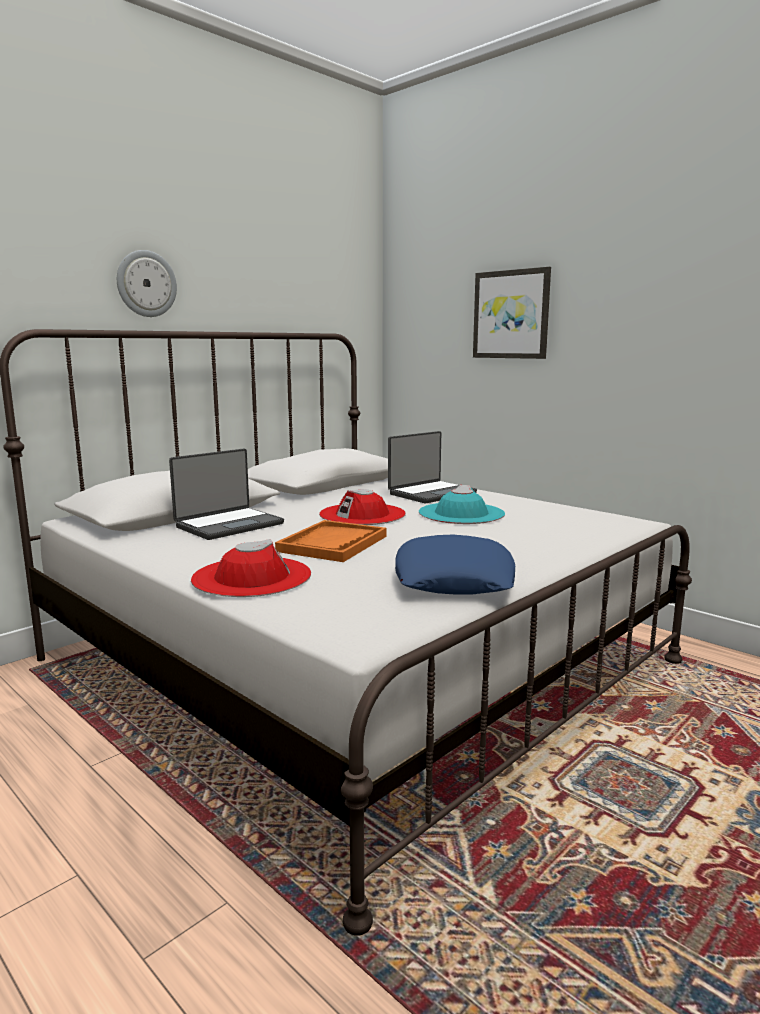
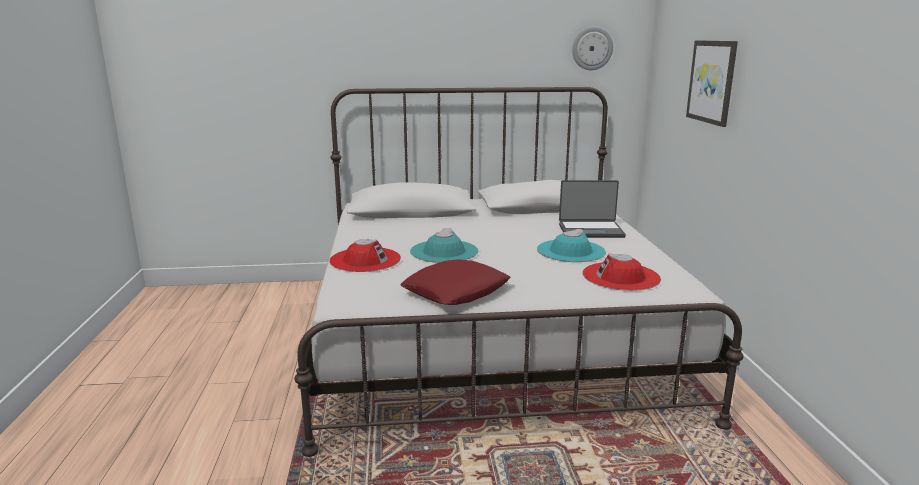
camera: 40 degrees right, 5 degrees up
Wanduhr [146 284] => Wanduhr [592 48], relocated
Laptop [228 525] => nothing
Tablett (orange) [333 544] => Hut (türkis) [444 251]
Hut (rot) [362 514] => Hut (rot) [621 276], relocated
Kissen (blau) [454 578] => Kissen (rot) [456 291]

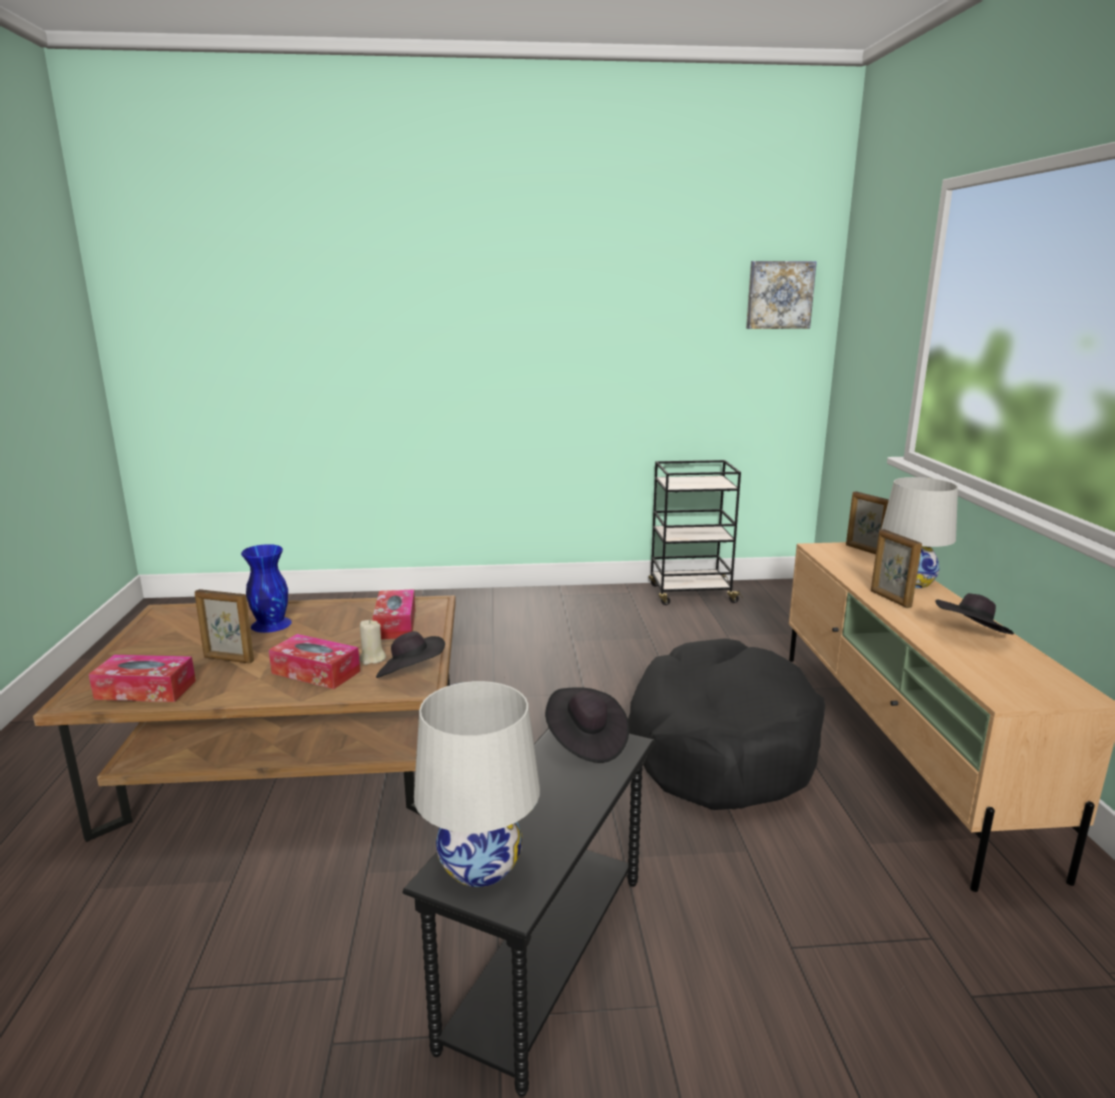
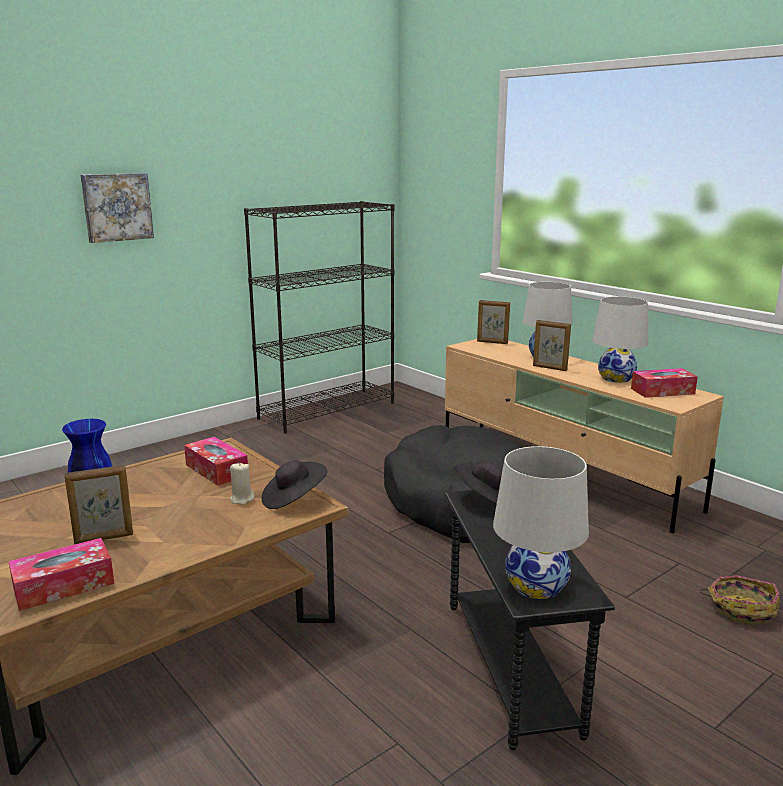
camera: 35 degrees left, 0 degrees up
Taschentuchbox [316 672] => Taschentuchbox [662 391], relocated
Rollwagen (schwarz) [690 594] => Bücherregal (schwarz) [327 410]
Bild [779 295] => Bild [117 207], relocated
Hut (schwarz) [970 635] => Tischlampe (weiß) [616 378]
nothing => Korb [741 608]

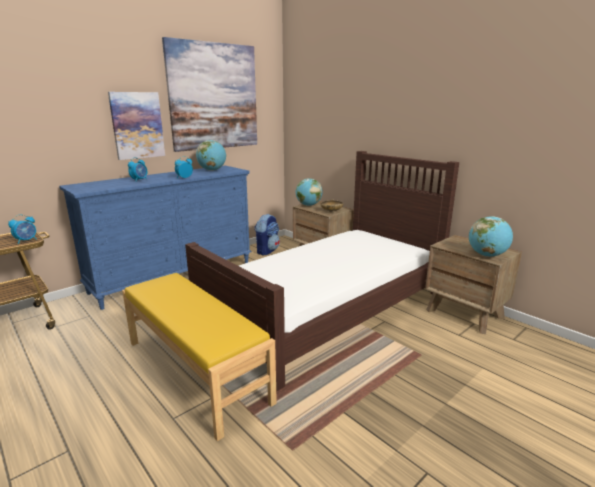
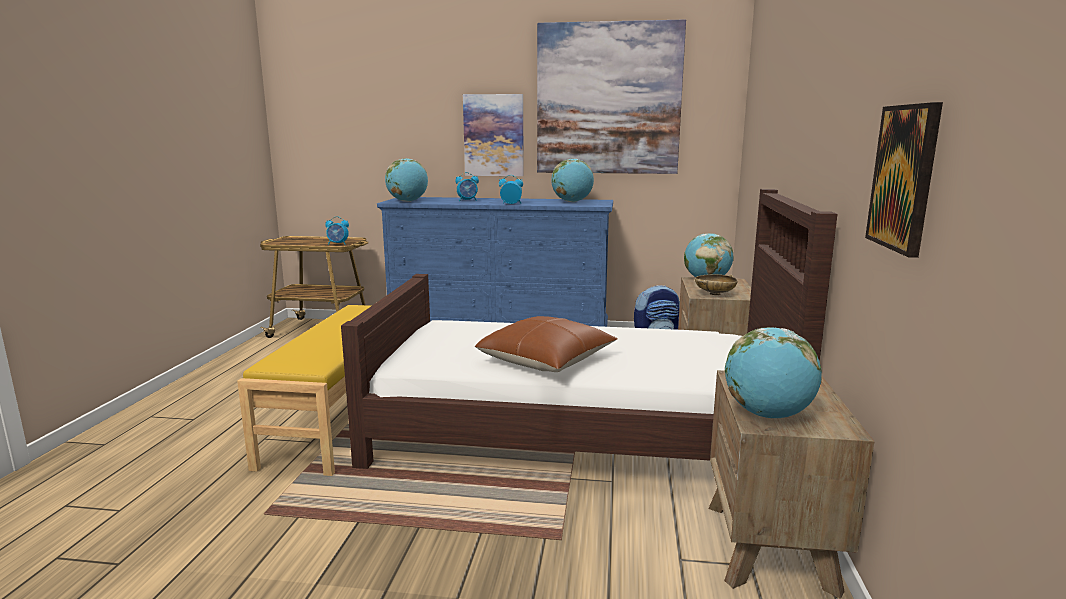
camera: 50 degrees right, 5 degrees down
nothing => Globus [407 201]
nothing => Kissen (braun) [547 360]
nothing => Bild [904 177]

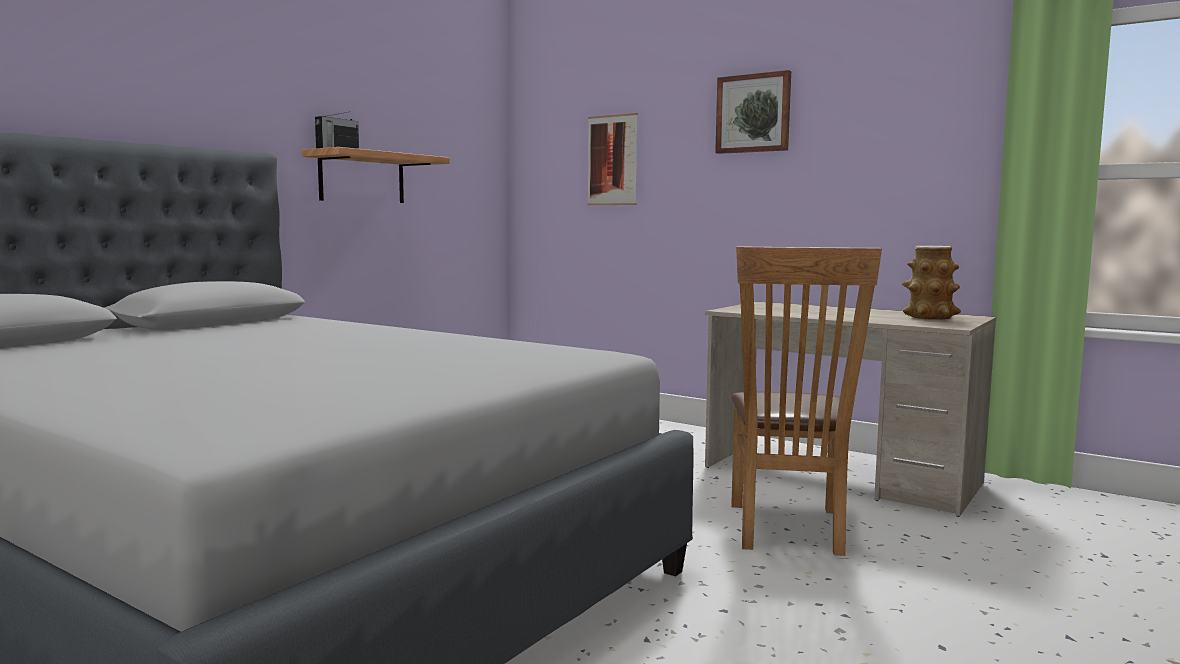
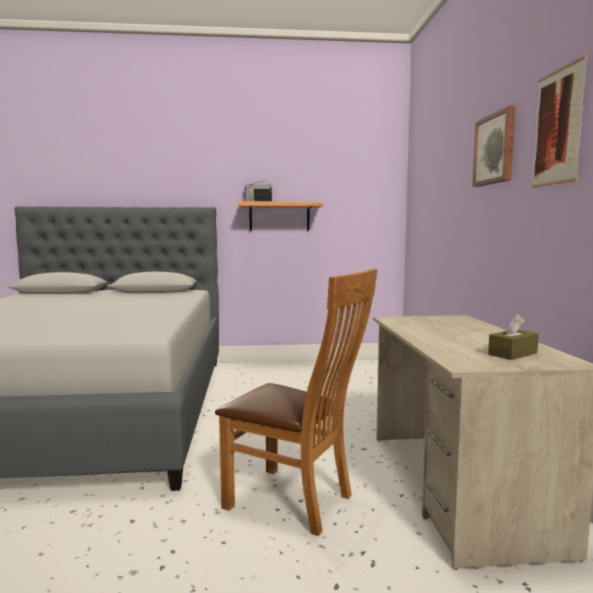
camera: 50 degrees right, 0 degrees up
Bild [612 160] => Bild [558 127], relocated
Stuhl (braun) [788 531] => Stuhl (braun) [296 502], 120 degrees counterclockwise
Vase [929 317] => Taschentuchbox (braun) [512 353]

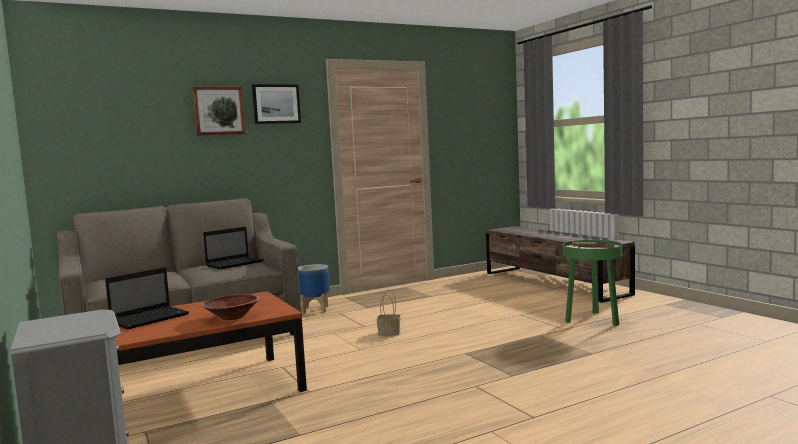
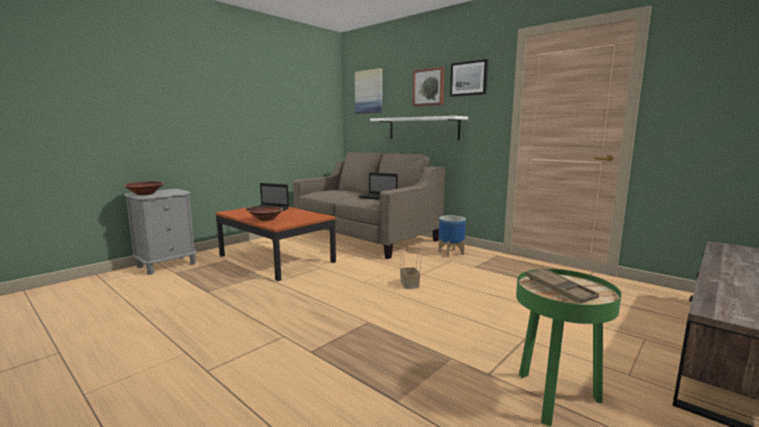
camera: 70 degrees right, 5 degrees up
nothing => Schüssel (braun) [145 194]
nothing => Bild [369 92]
nothing => Wandregal (weiß) [423 128]

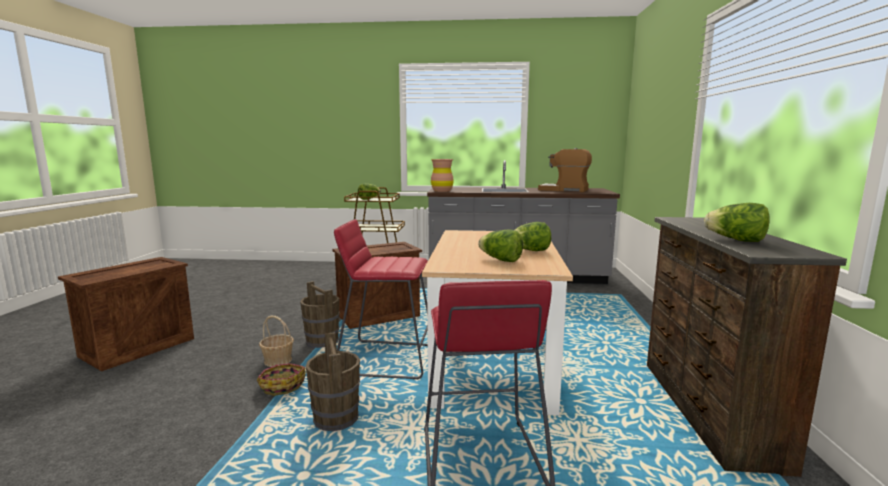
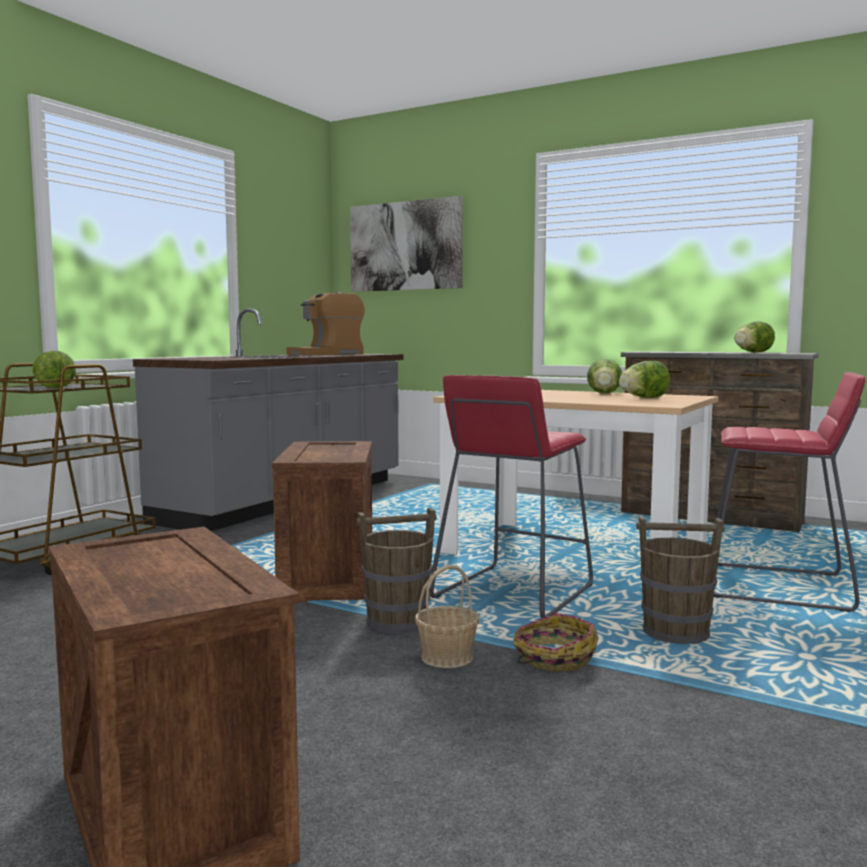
camera: 65 degrees left, 5 degrees down
Vase (braun) [442 191] => nothing
nothing => Bild [405 246]

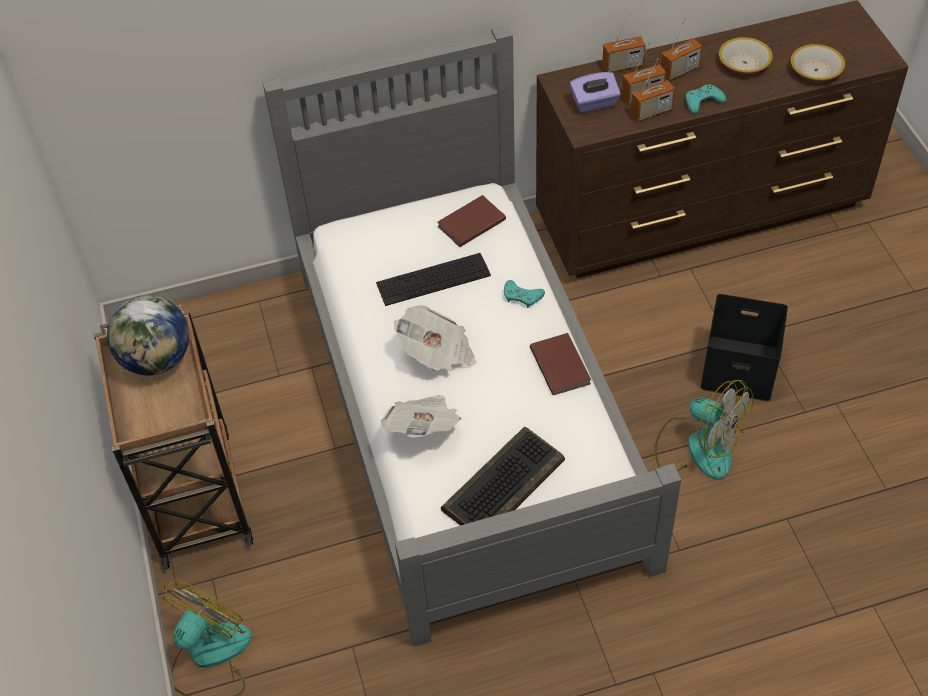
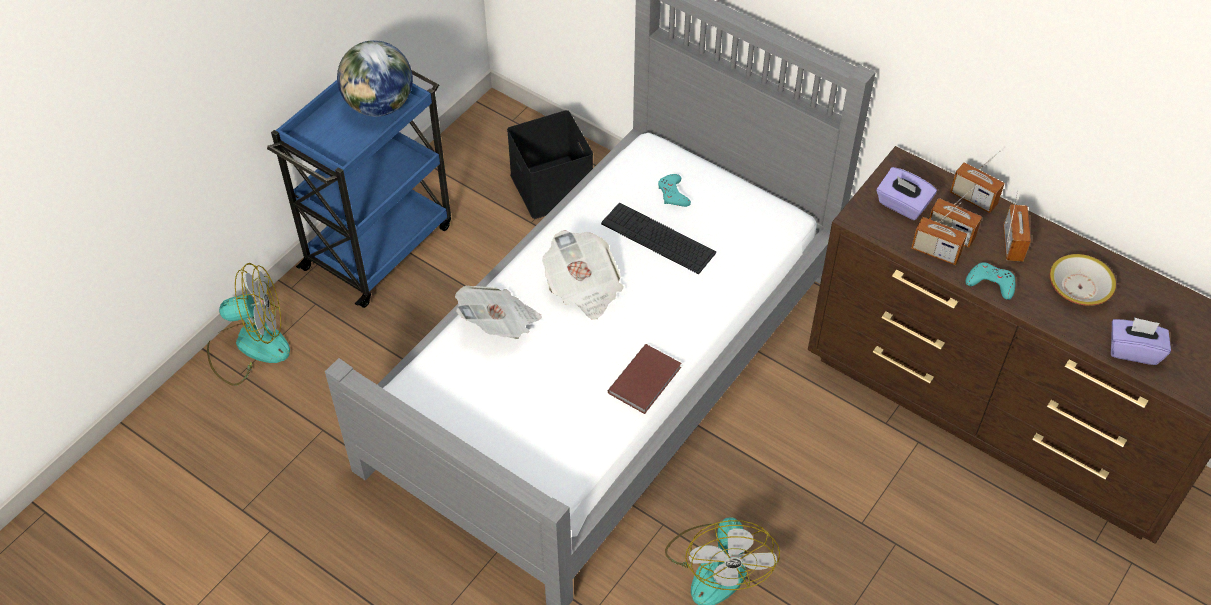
camera: 50 degrees right, 0 degrees up
Rollwagen (braun) [196 495] => Rollwagen (blau) [380 245]
Buch (braun) [470 223] => nothing
Tastatur [503 483] => nothing
Gamepad (türkis) [522 296] => Gamepad (türkis) [673 194], relocated
Radio [679 71] => Radio [1013 244], 105 degrees counterclockwise
Aufbewahrungsbox (schwarz) [741 367] => Aufbewahrungsbox (schwarz) [553 187], relocated
Schüssel [815 70] => Taschentuchbox (lila) [1133 350]

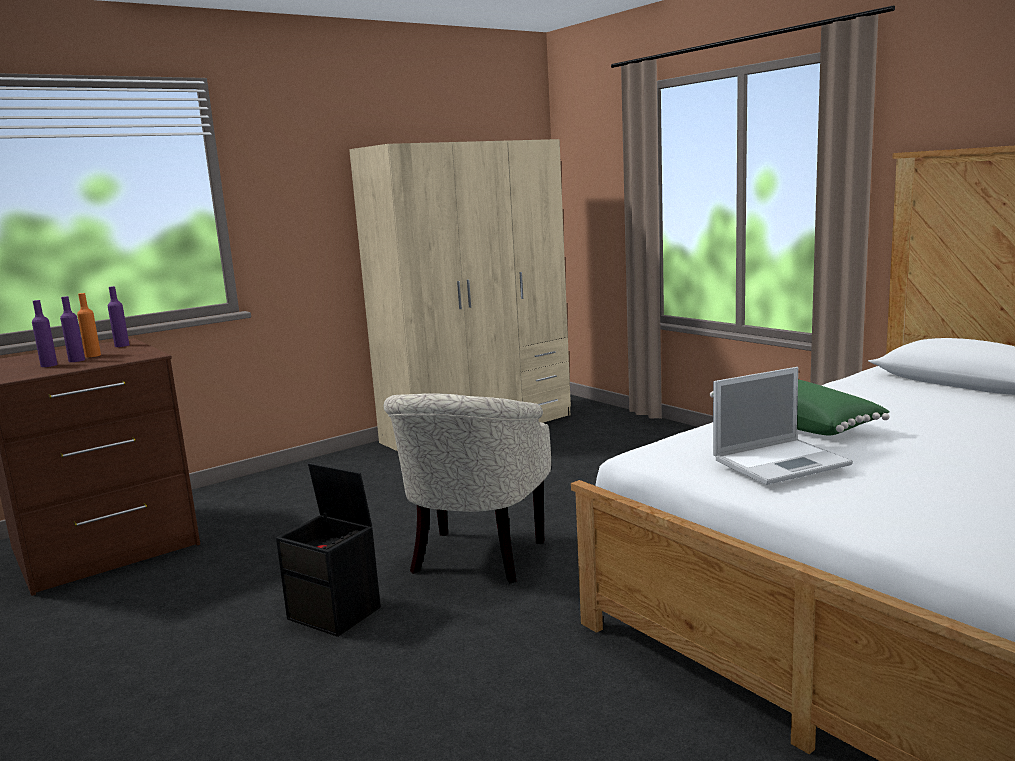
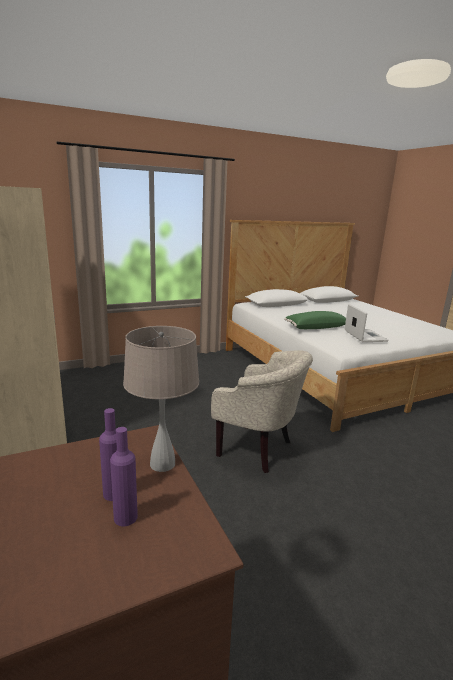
camera: 80 degrees left, 5 degrees up
Flasche (orange) [93 355] => nothing
Flasche (lila) [122 345] => nothing
Aufbewahrungsbox (schwarz) [336 613] => nothing
nothing => Tischlampe (beige) [163 464]

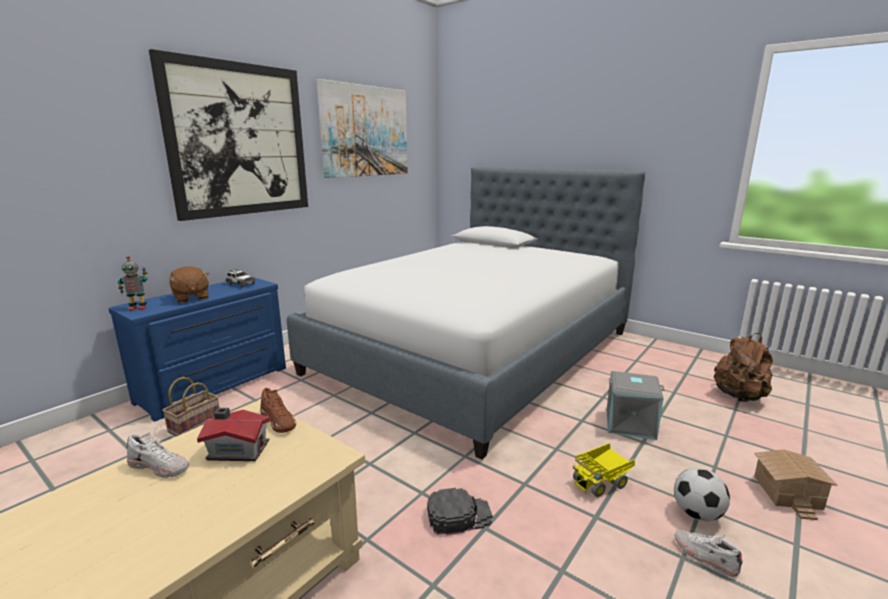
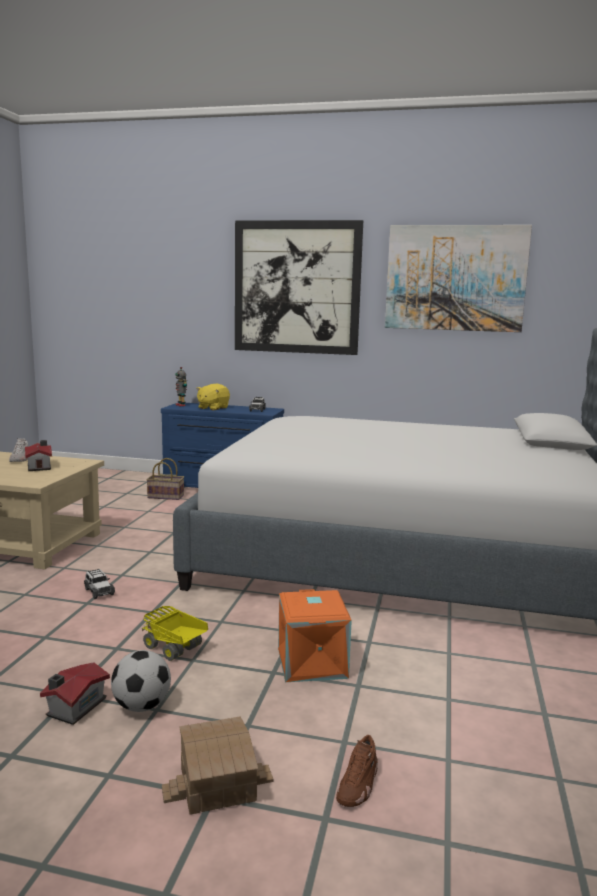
camera: 65 degrees right, 5 degrees down
Plüschtier (braun) [191 298] => Plüschtier (gelb) [213 408]
Schuh (braun) [279 421] => Schuh (braun) [358 785], relocated
Kappe (schwarz) [459 515] => Spielzeugauto [98 591]
Aufbewahrungsbox (grau) [630 423] => Aufbewahrungsbox (orange) [313 663]
Schuh (weiß) [704 556] => Spielzeughaus [74 707]
Rucksack (braun) [739 396] => nothing

